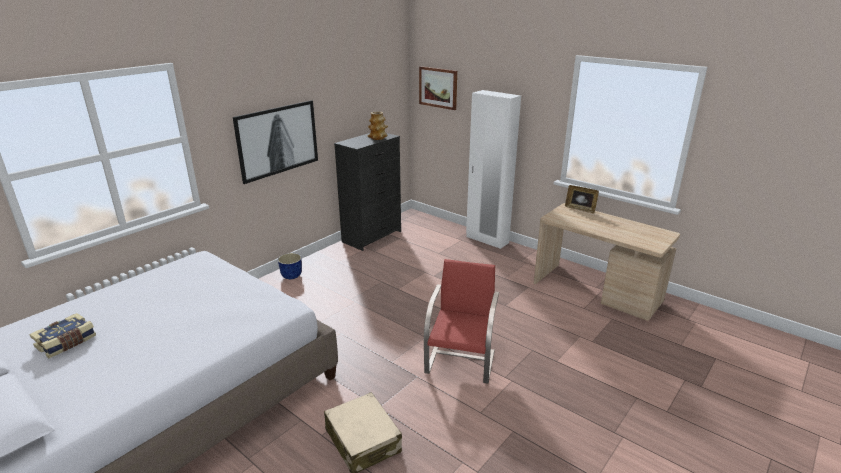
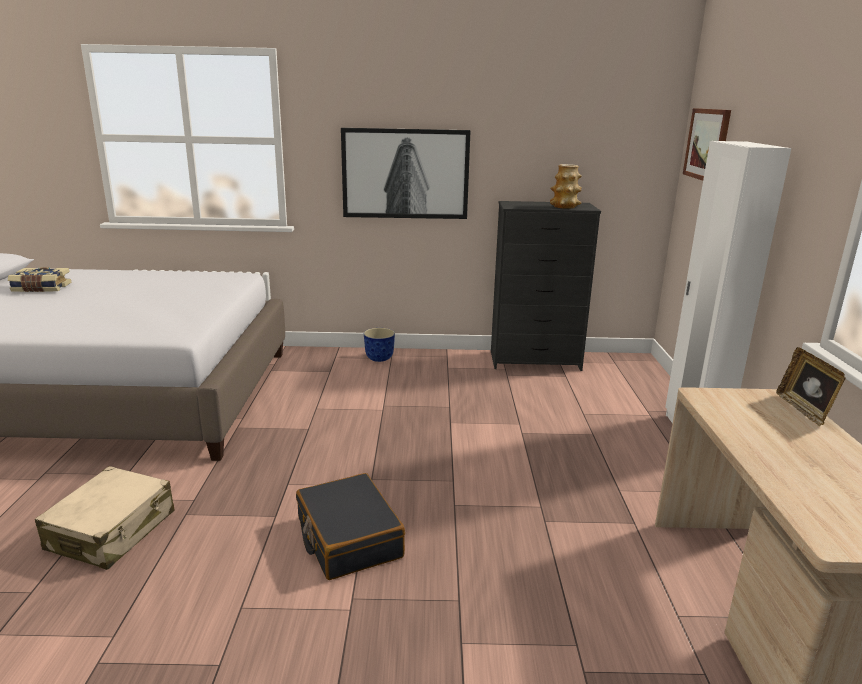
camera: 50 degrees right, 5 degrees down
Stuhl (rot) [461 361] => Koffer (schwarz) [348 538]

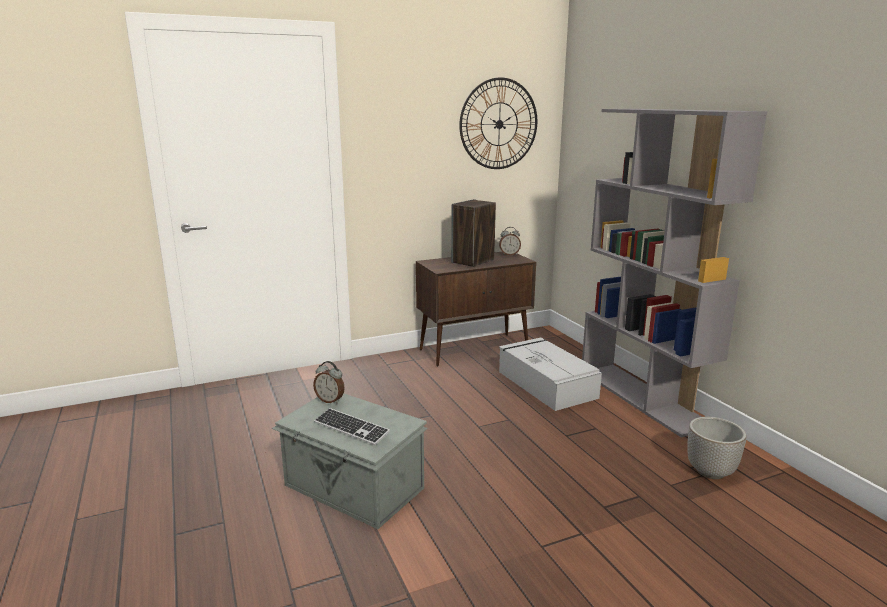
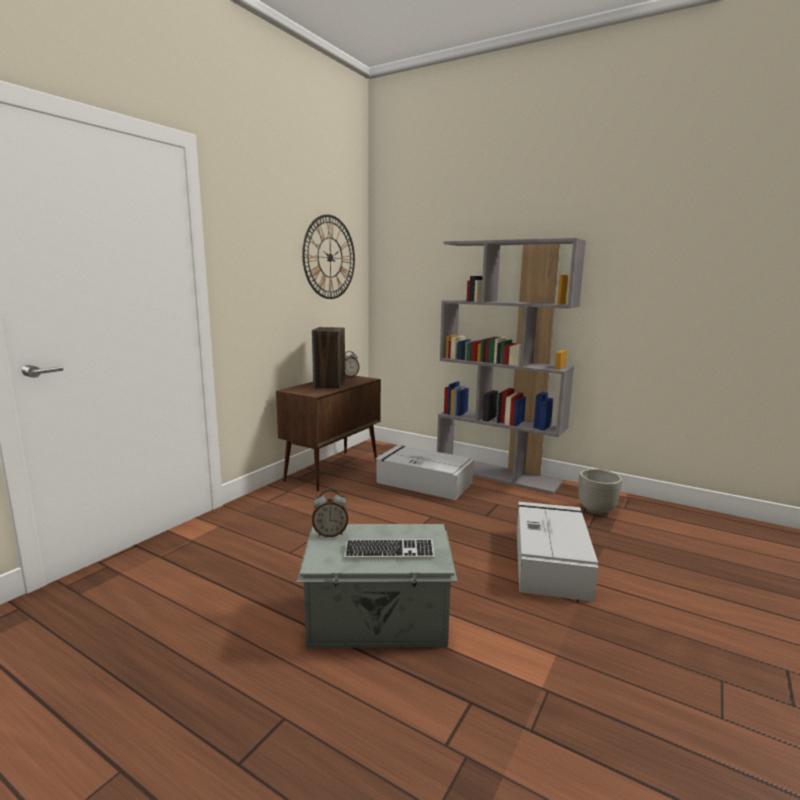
camera: 35 degrees left, 5 degrees down
nothing => Aufbewahrungsbox (grau) [550 561]

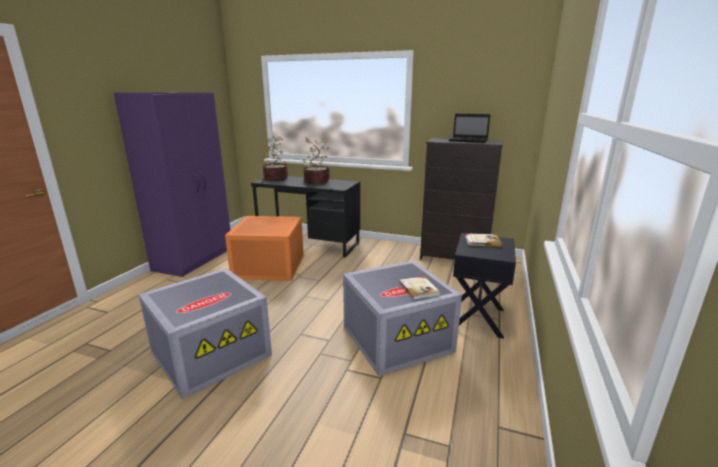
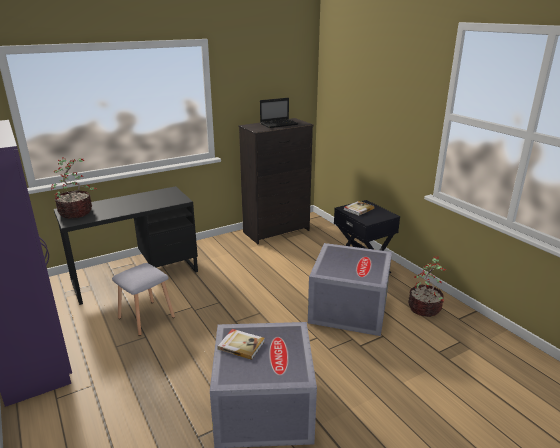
camera: 50 degrees left, 5 degrees up
Aufbewahrungsbox (orange) [268 267] => Hocker (grau) [146 318]
Topfpflanze [316 181] => Topfpflanze [425 309], relocated
Buch [419 289] => Buch [241 345], relocated

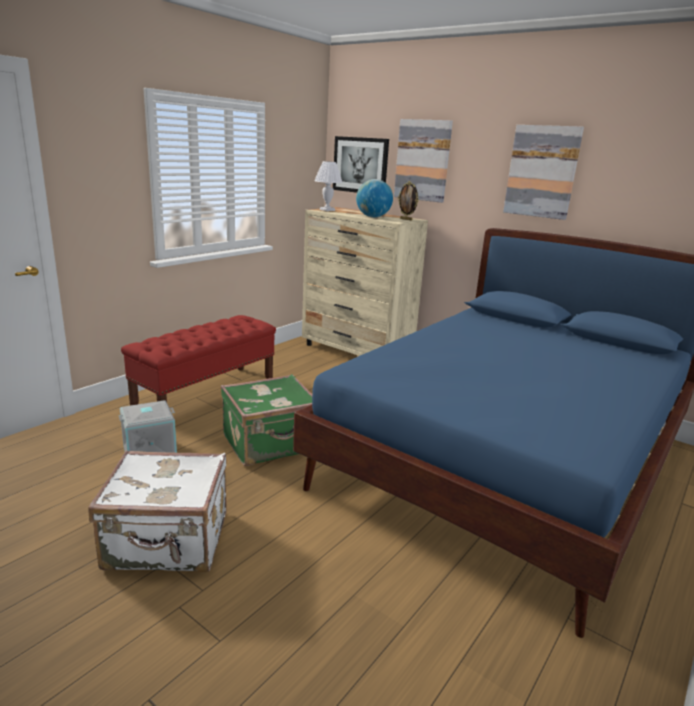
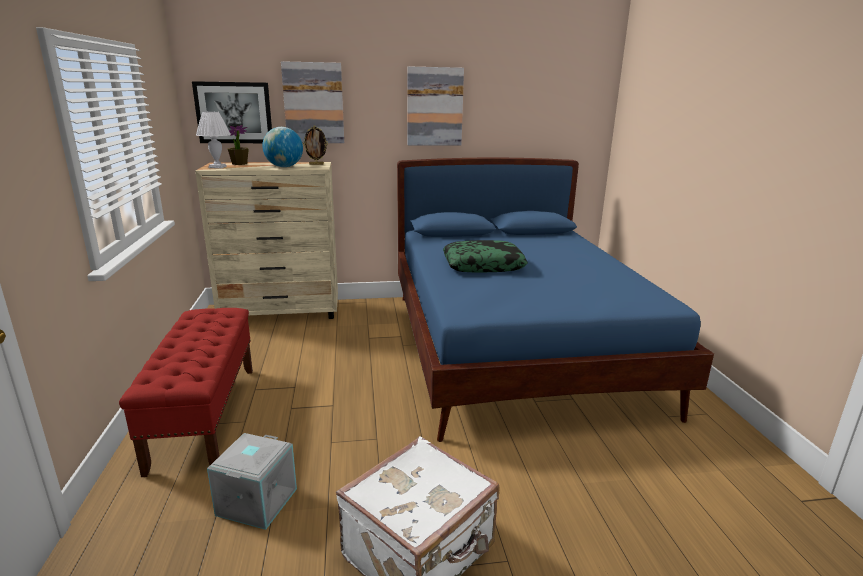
camera: 45 degrees left, 0 degrees up
Koffer (grün) [271 444] => nothing
nothing => Topfpflanze [239 164]
nothing => Kissen [483 265]

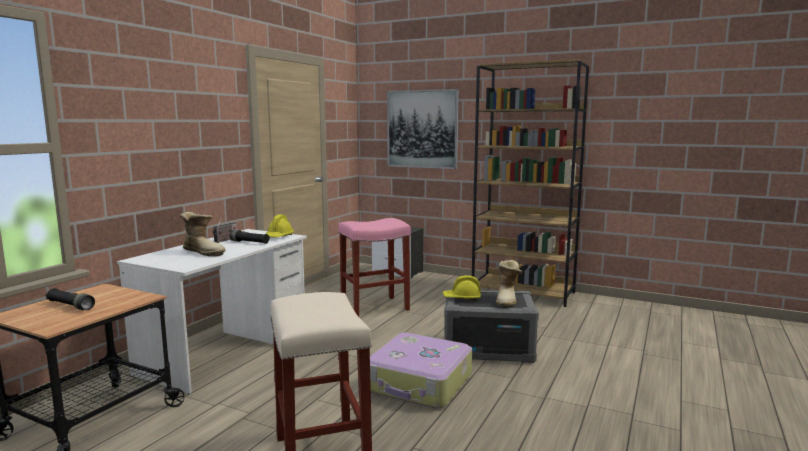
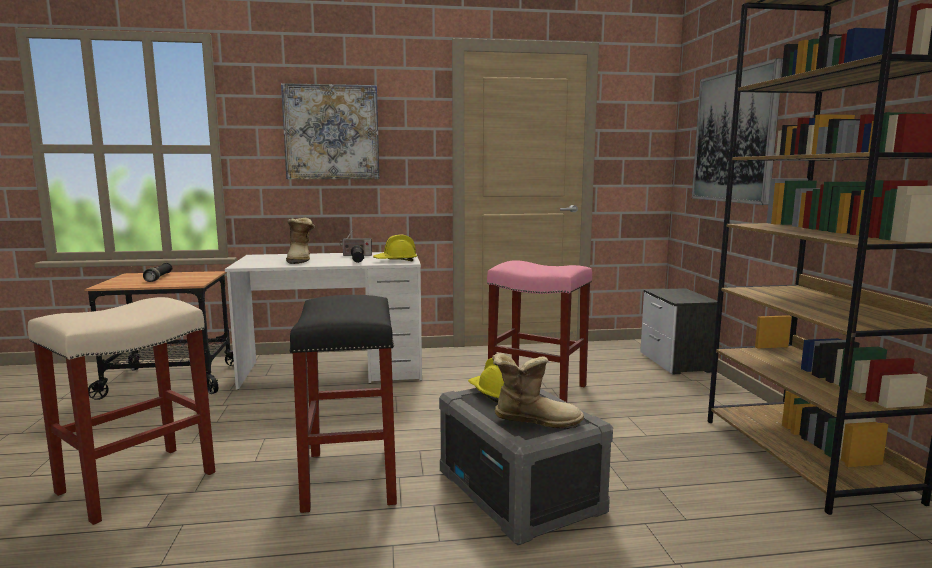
camera: 55 degrees right, 0 degrees up
Koffer [419 383] => Hocker (schwarz) [351 478]
Stiefel [507 300] => Stiefel [534 420], 150 degrees counterclockwise
nothing => Bild [331 132]

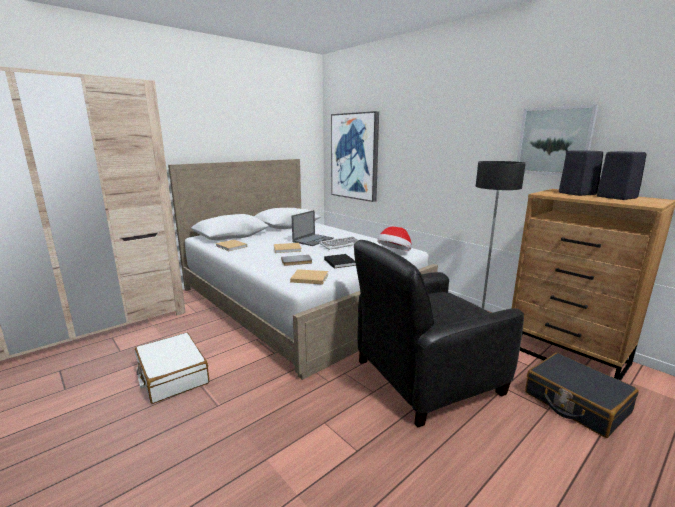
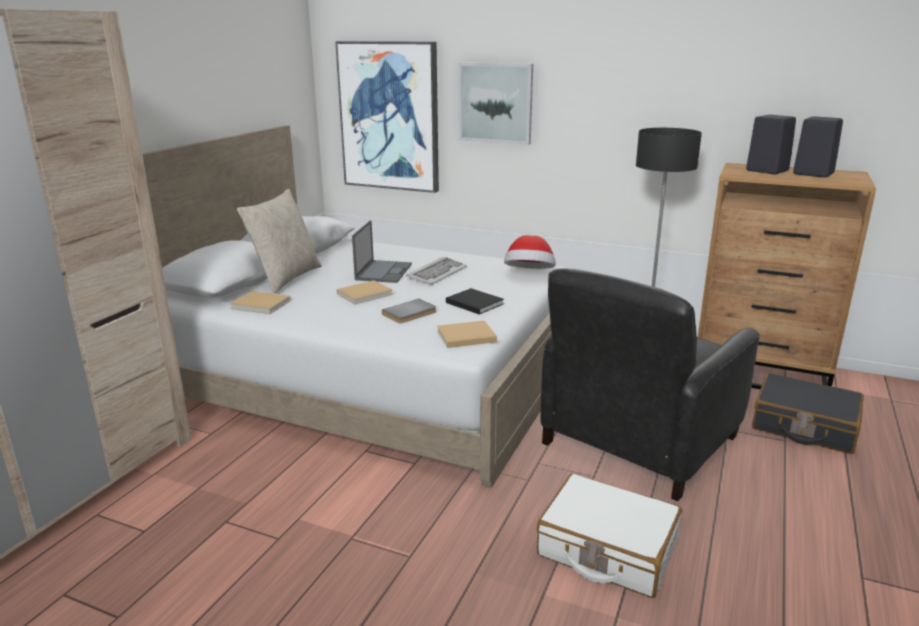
camera: 25 degrees left, 5 degrees up
Koffer (weiß) [172 375] => Koffer (weiß) [607 549], relocated
Bild [554 141] => Bild [495 103], relocated
nothing => Kissen (beige) [286 278]

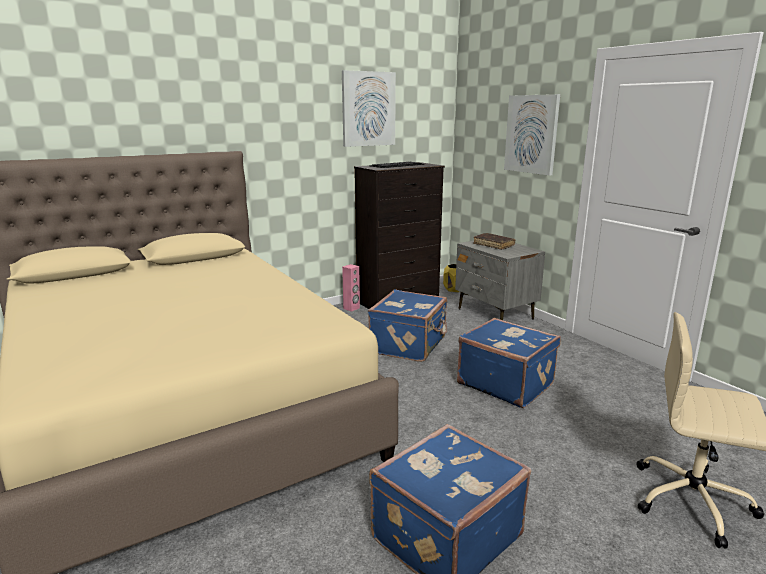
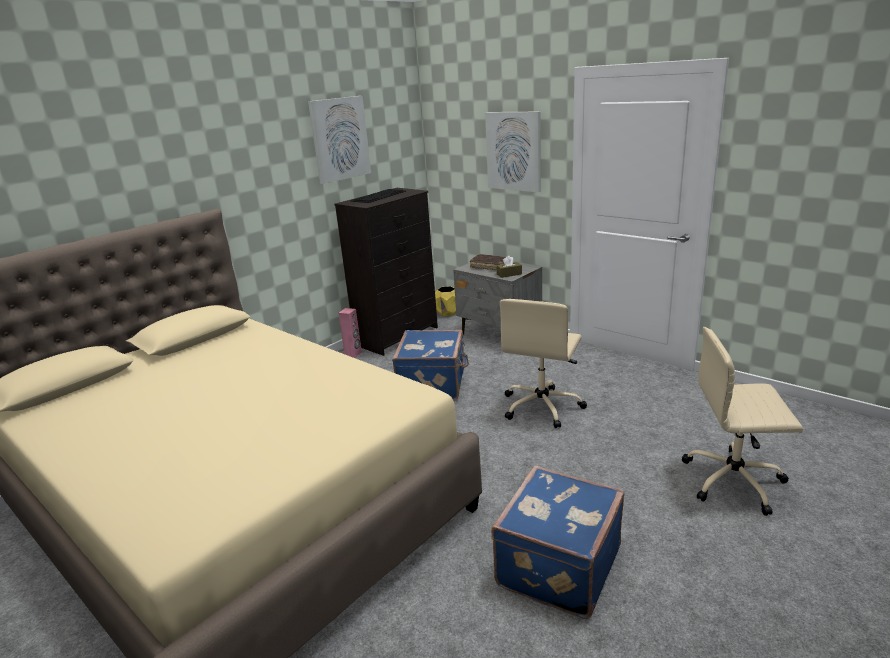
camera: 15 degrees left, 5 degrees up
Koffer (blau) [506 383] => Bürostuhl (beige) [542 406]
nothing => Taschentuchbox (braun) [509 274]

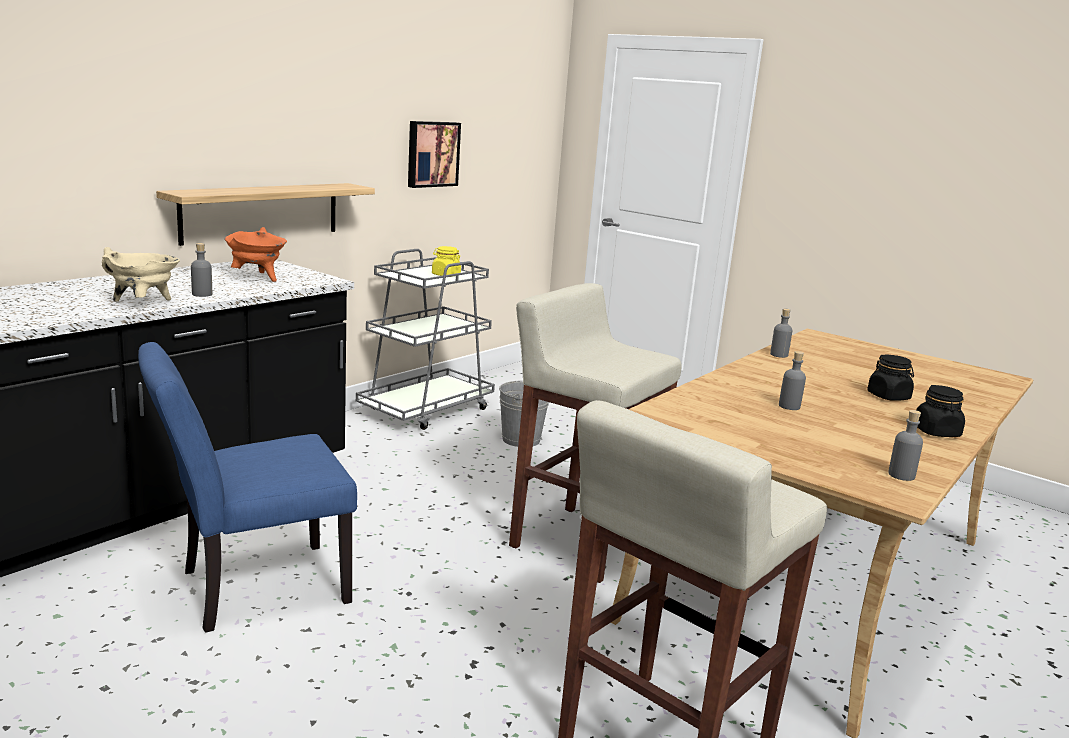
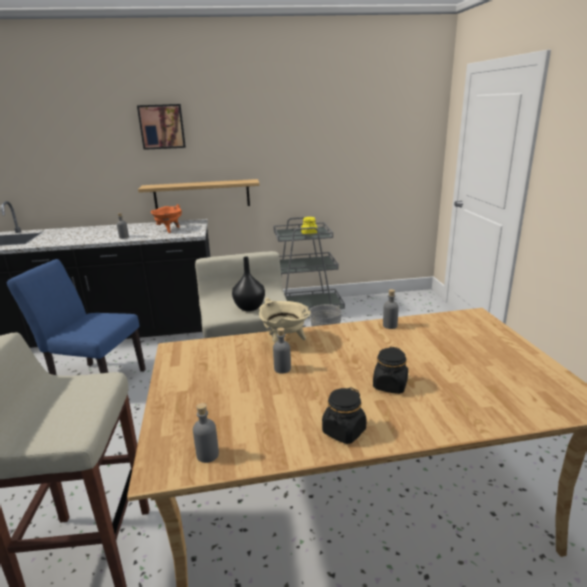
camera: 45 degrees right, 5 degrees up
Kochtopf (beige) [143 304] => Kochtopf (beige) [285 341], relocated
Bild [432 154] => Bild [162 126], relocated
nothing => Vase (schwarz) [250 307]

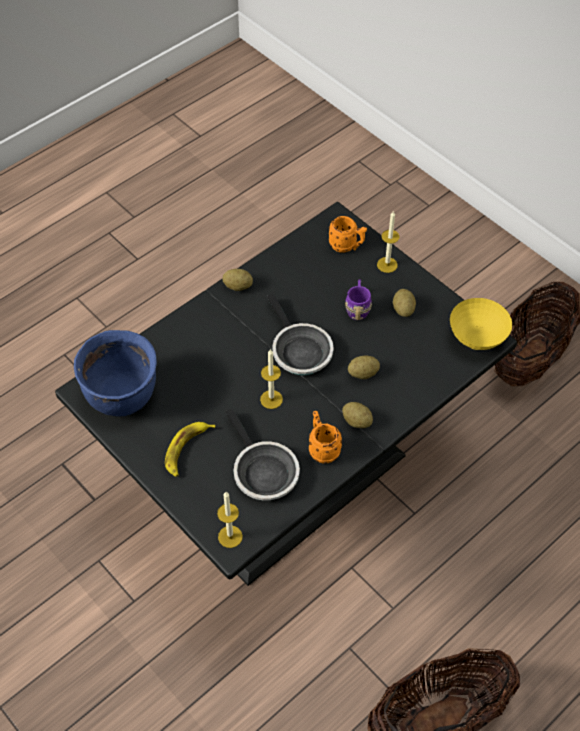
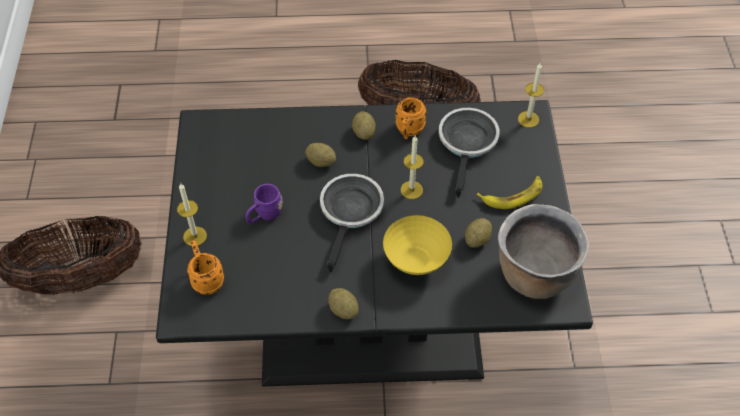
camera: 140 degrees left, 0 degrees up
Kochtopf (blau) [123 396] => Kochtopf (braun) [534 274]
Kartoffel [403 309] => Kartoffel [477 239], relocated
Schüssel (gelb) [477 339] => Schüssel (gelb) [415 261], relocated

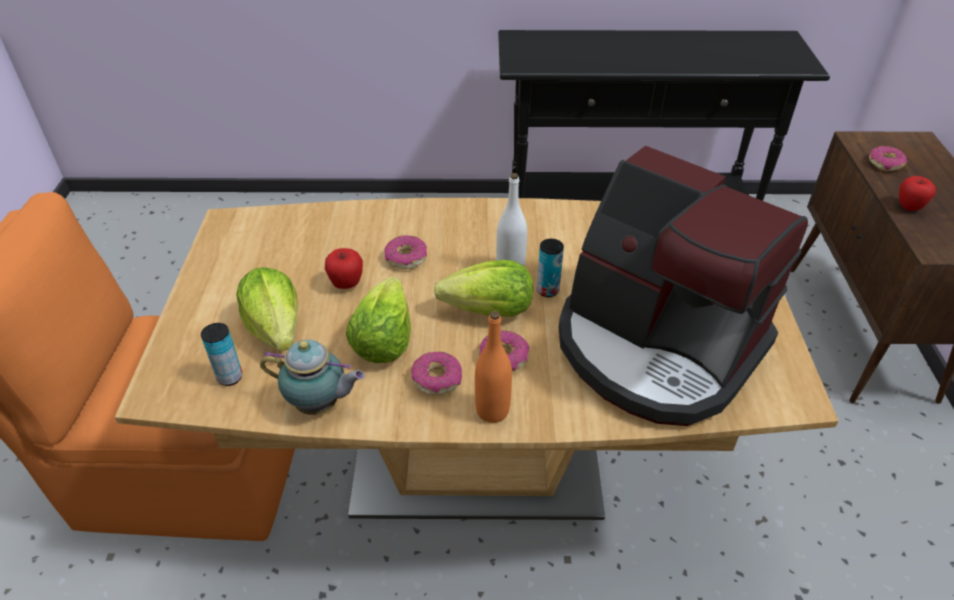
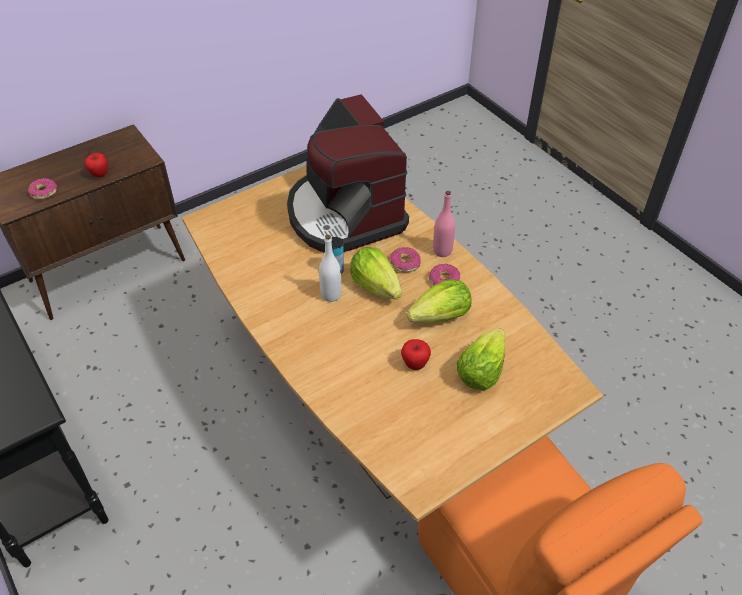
camera: 125 degrees left, 5 degrees up
Dose [230 377] => nothing
Teekanne [320 405] => nothing
Donut [406 258] => nothing
Flasche (orange) [492 410] => Flasche (rosa) [442 251]
Kaffeemaschine [656 347] => Kaffeemaschine [344 214], 150 degrees clockwise

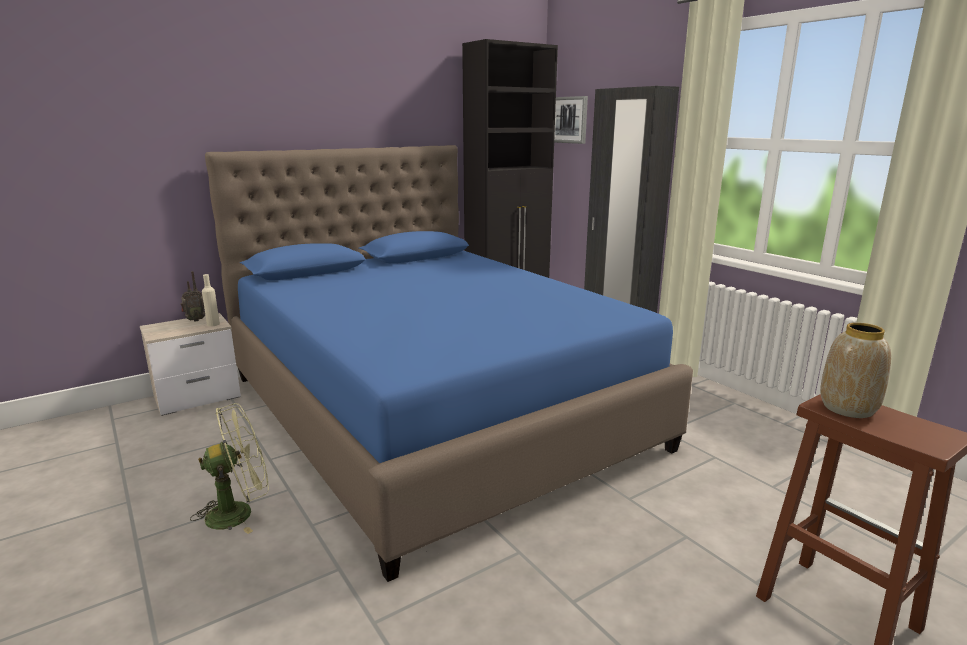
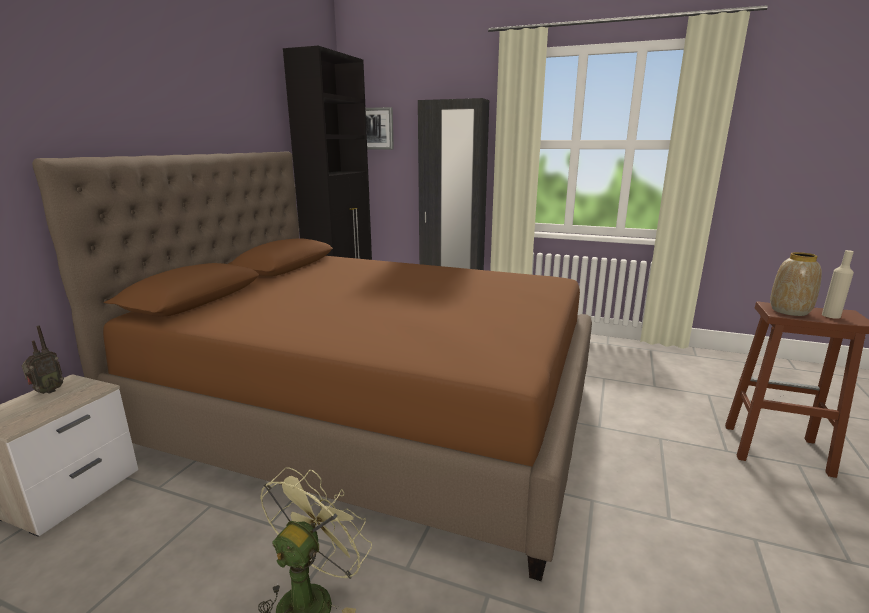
camera: 35 degrees left, 0 degrees up
Flasche (beige) [213 324] => Flasche (beige) [831 315], relocated
Bett (blau) [433 410] => Bett (braun) [375 411]

